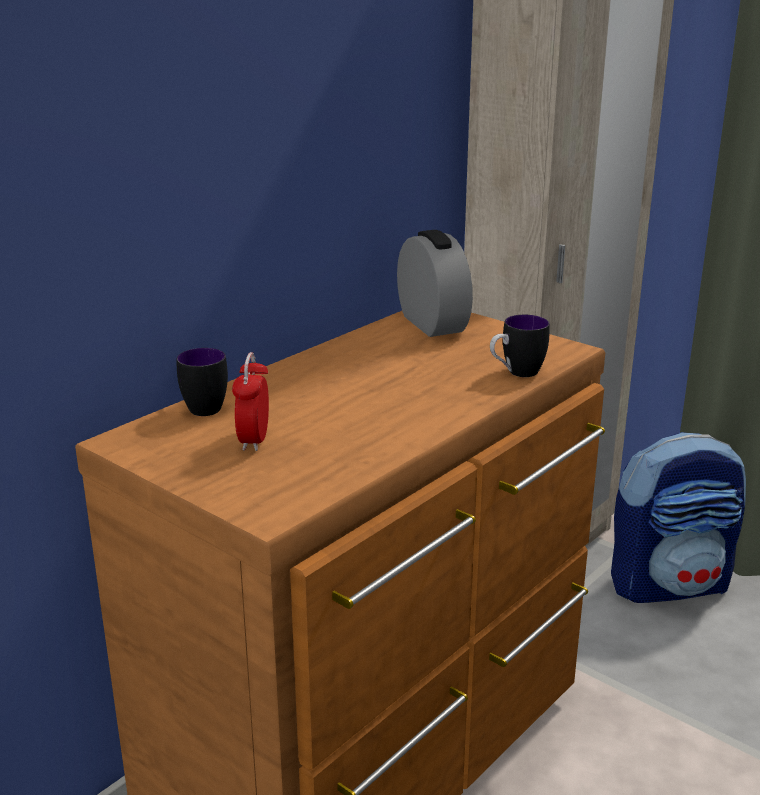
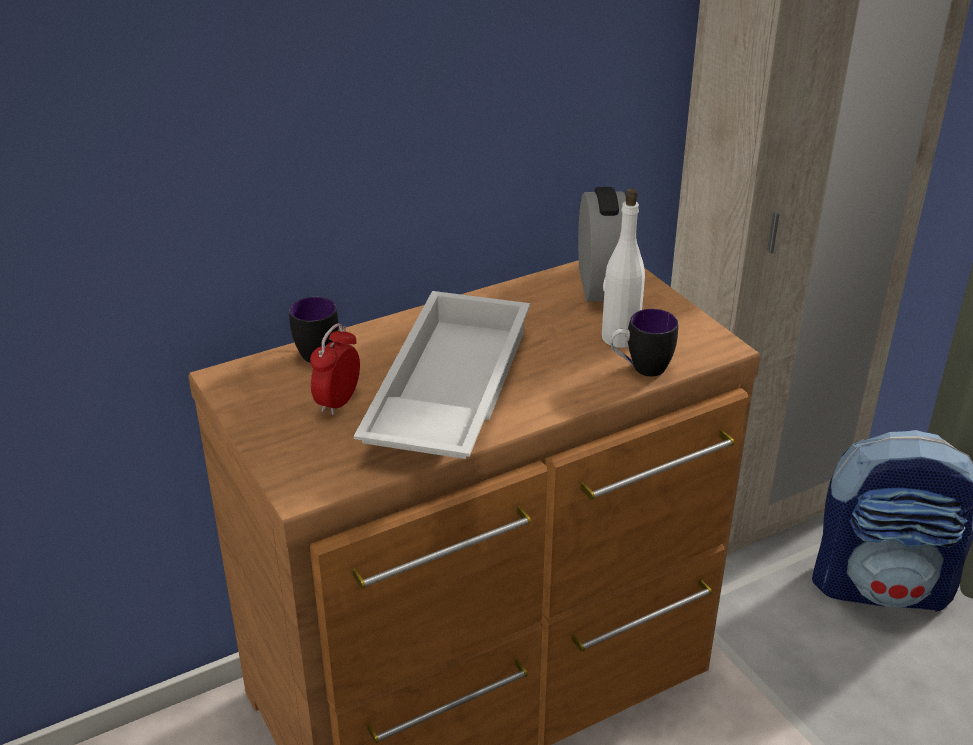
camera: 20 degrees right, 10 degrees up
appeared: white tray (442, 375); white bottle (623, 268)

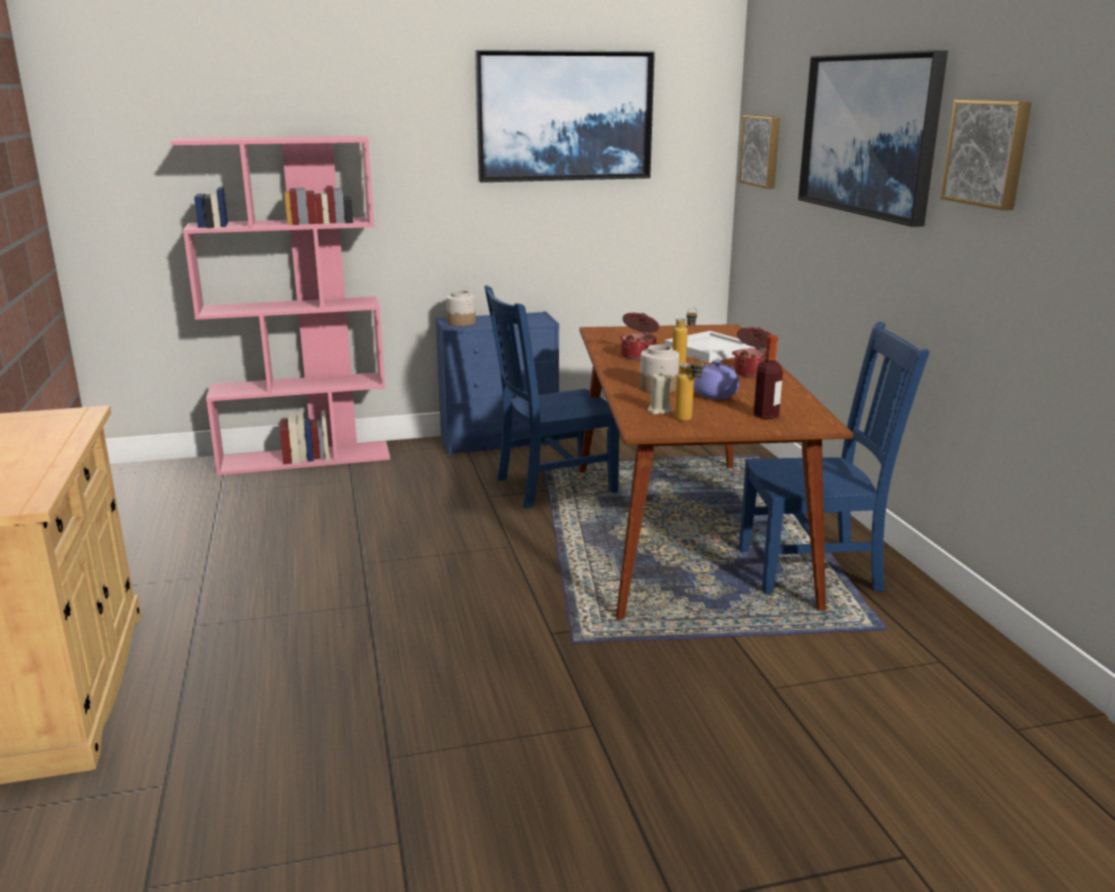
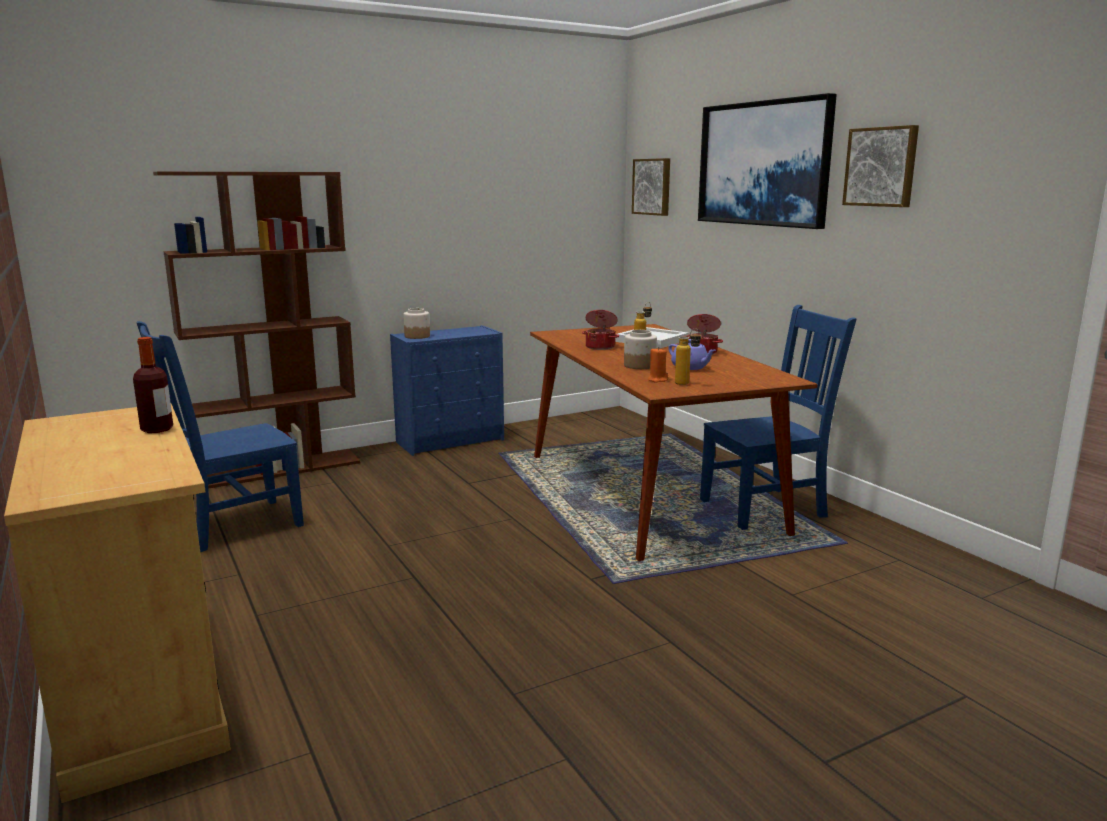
camera: 15 degrees left, 5 degrees down
missing: picture (565, 116)
relocated: blue chair (551, 397) to (220, 436); bottle (768, 377) to (153, 385)
colour: pink bookcase (280, 305) to brown bookcase (256, 330); beige candle (659, 394) to orange candle (658, 365)

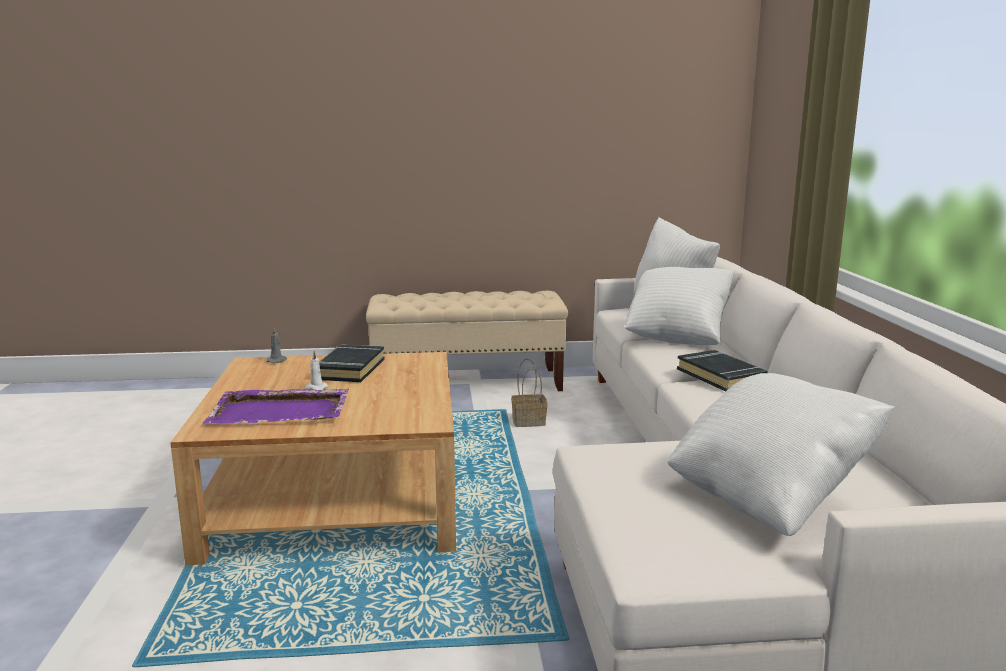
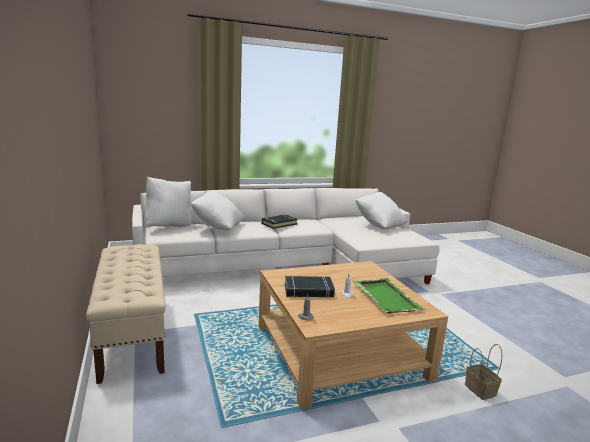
camera: 105 degrees left, 0 degrees up
relocated: basket (529, 392) to (483, 372)
colour: purple tray (276, 406) to green tray (389, 295)

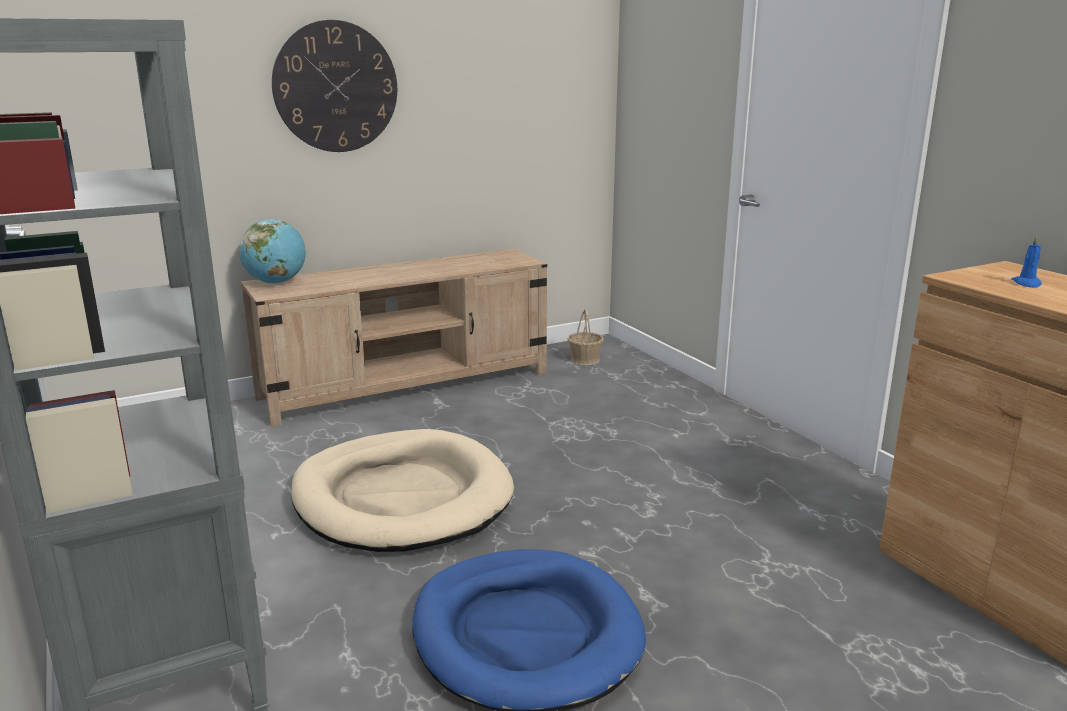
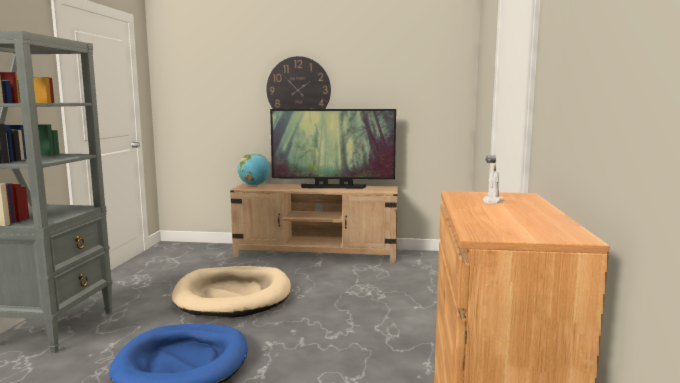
camera: 35 degrees right, 10 degrees down
missing: basket (585, 337)
appeared: television (333, 148)
colour: blue candle (1027, 261) to white candle (493, 183)

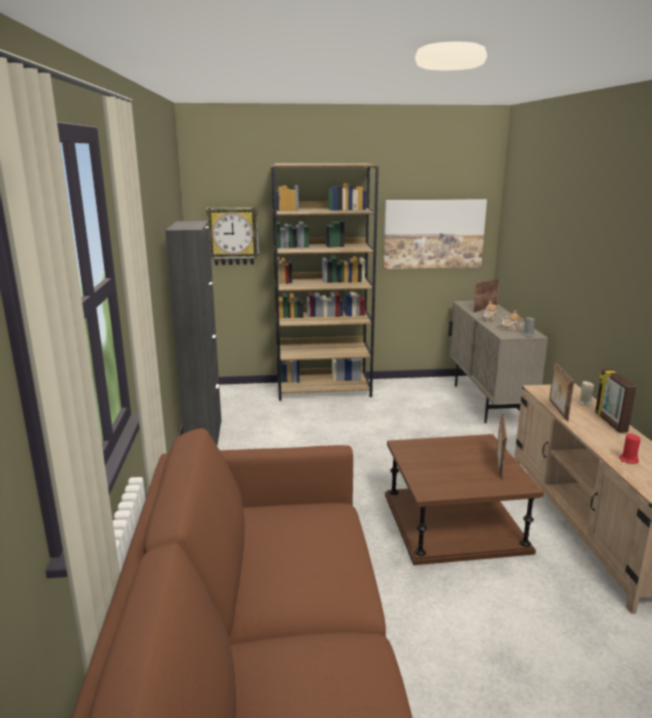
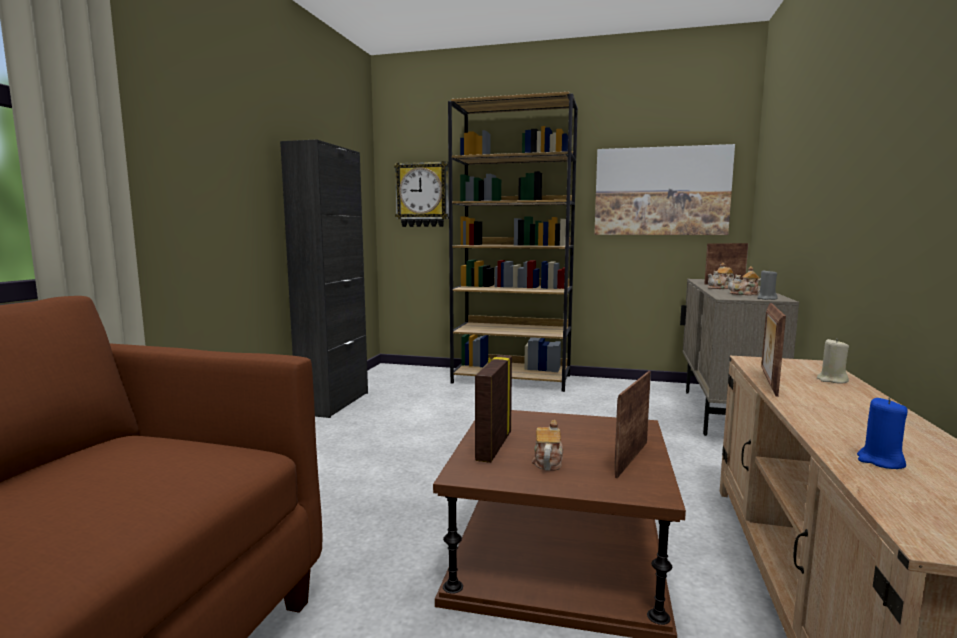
camera: 20 degrees right, 10 degrees down
appeared: teapot (547, 445)
relocated: picture frame (615, 401) to (493, 409)
colour: red candle (630, 448) to blue candle (882, 433)

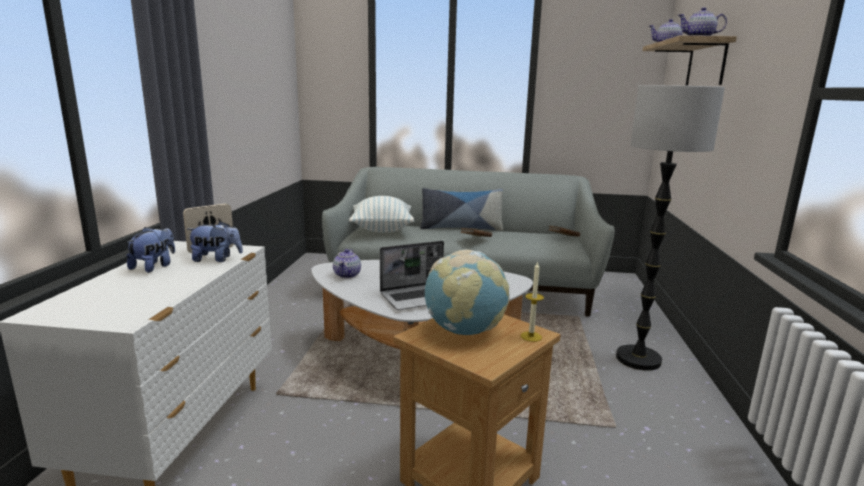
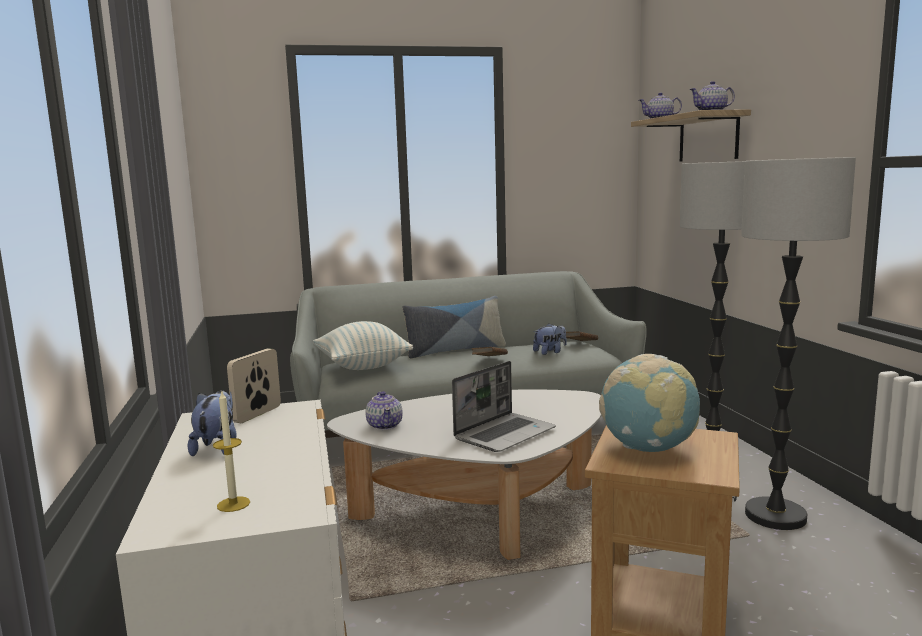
camera: 20 degrees left, 5 degrees down
appeared: floor lamp (798, 343)
relocated: plush toy (215, 241) to (550, 339); candle (532, 302) to (231, 451)

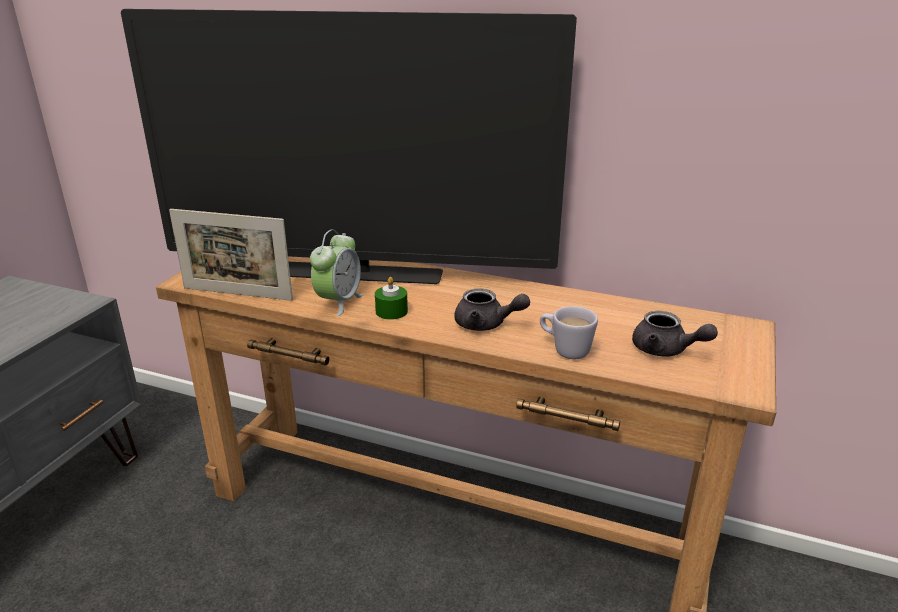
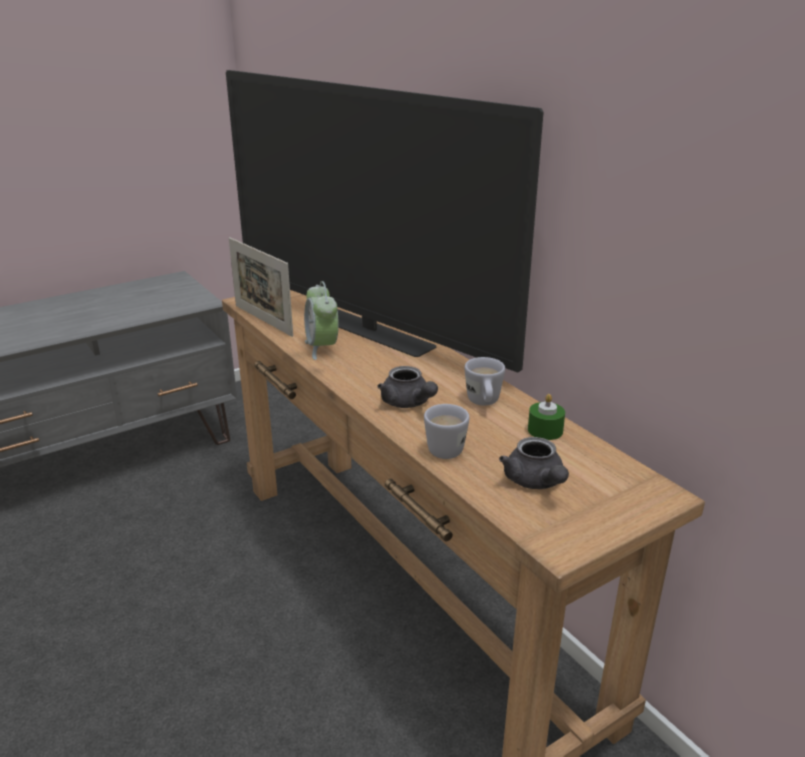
camera: 35 degrees right, 0 degrees up
appeared: white mug (485, 381)
relocated: green candle (391, 298) to (546, 417)
spun: alarm clock (337, 273) = (321, 320) 105 degrees clockwise

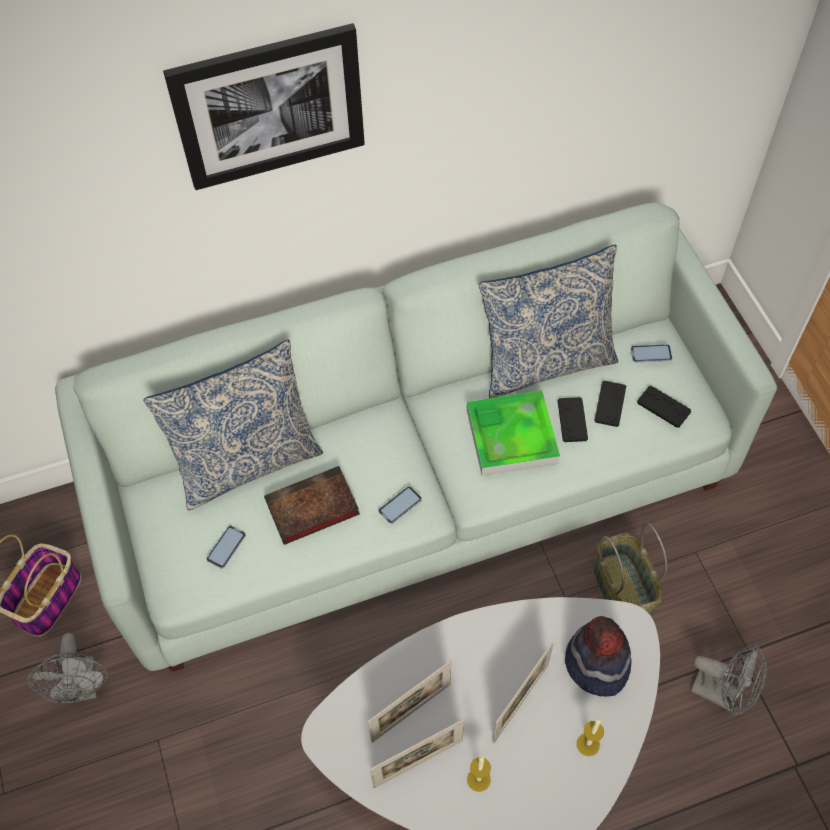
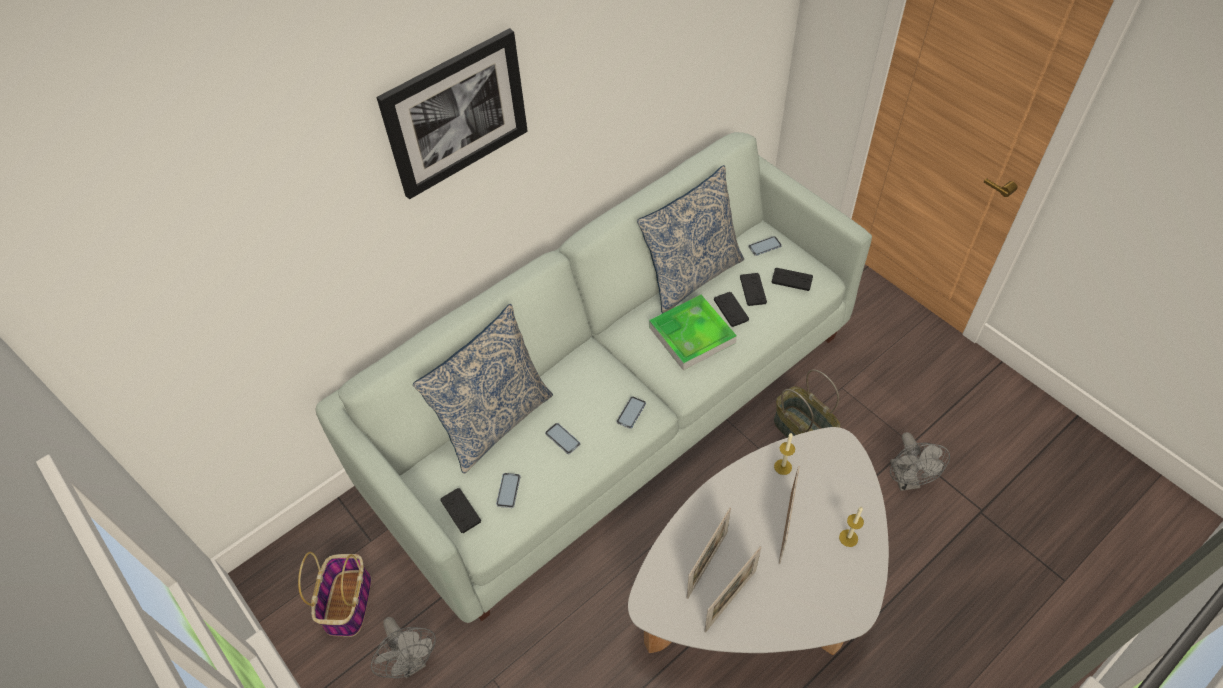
camera: 20 degrees left, 5 degrees down
missing: hat (598, 656)
appeared: black game controller (460, 510)
relocated: candle (479, 774) to (784, 454)
exchanged: book (312, 505) to phone (562, 438)
spun: grey fan (729, 680) = (920, 461) 75 degrees clockwise

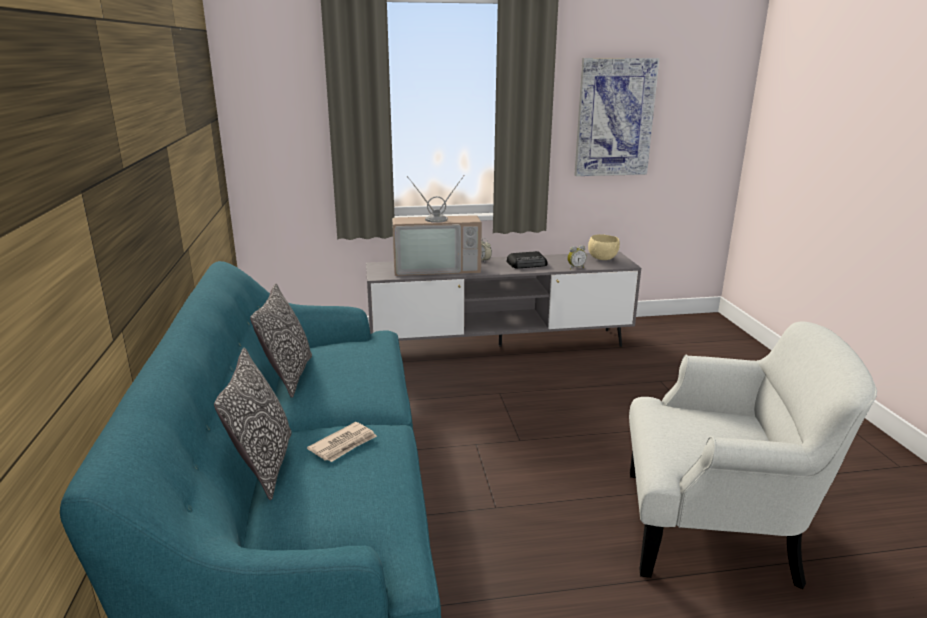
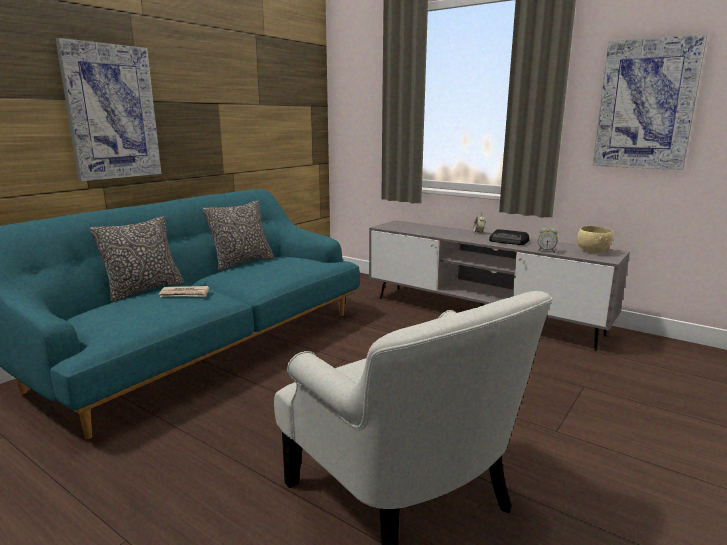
camera: 45 degrees right, 5 degrees down
missing: television (437, 225)
appeared: picture (108, 110)

